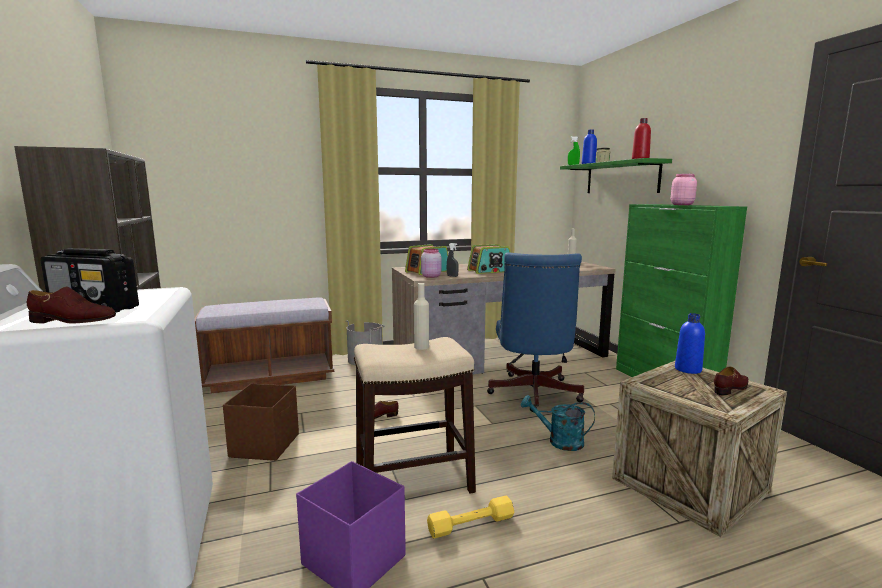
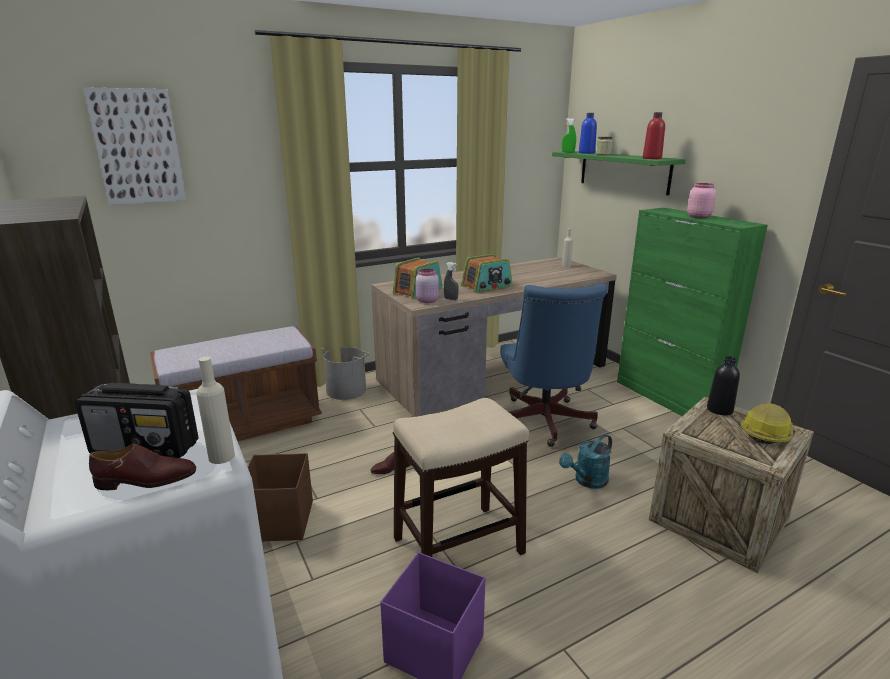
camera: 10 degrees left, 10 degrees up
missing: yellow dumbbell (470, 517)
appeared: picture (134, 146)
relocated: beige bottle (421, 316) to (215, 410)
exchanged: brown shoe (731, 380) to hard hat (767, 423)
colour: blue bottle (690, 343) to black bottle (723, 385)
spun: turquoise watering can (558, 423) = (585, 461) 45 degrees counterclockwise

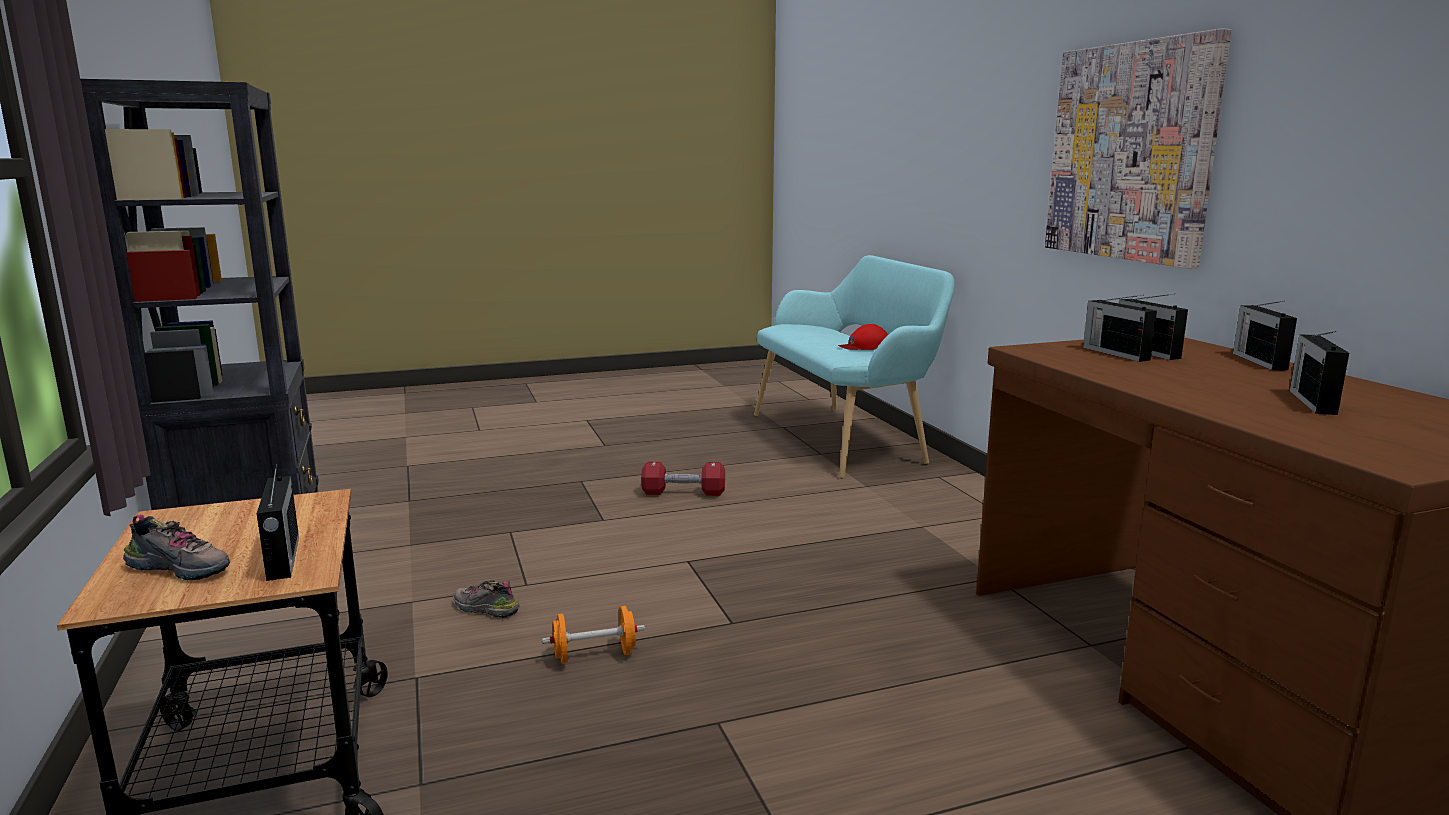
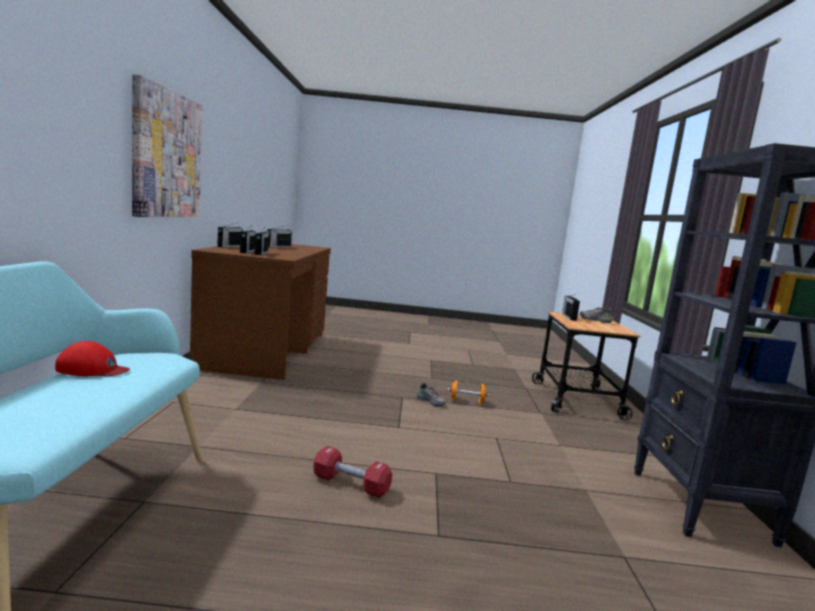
camera: 160 degrees left, 5 degrees down
relocated: shoe (487, 599) to (431, 394)

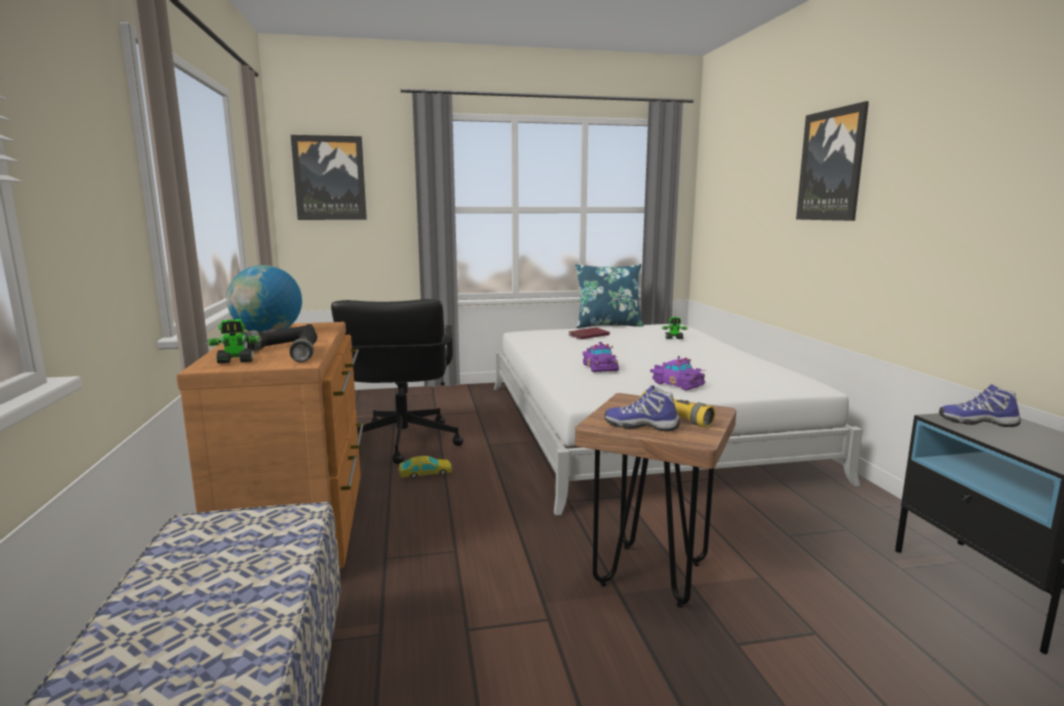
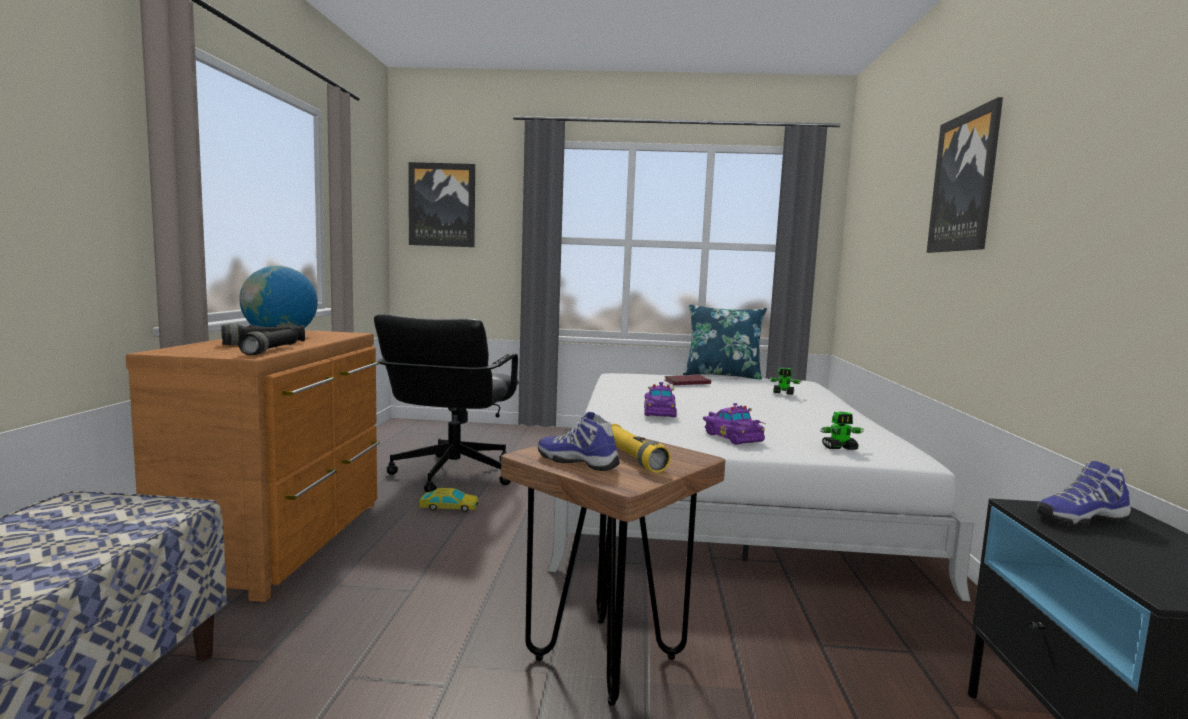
camera: 15 degrees right, 5 degrees down
relocated: toy robot (233, 341) to (841, 431)
spun: shoe (980, 405) = (1084, 493) 45 degrees counterclockwise

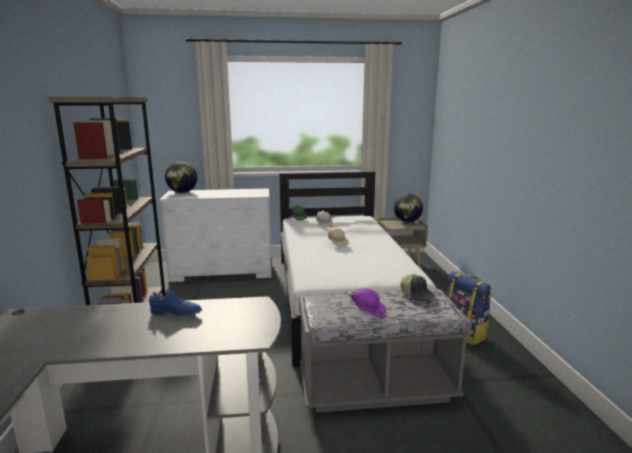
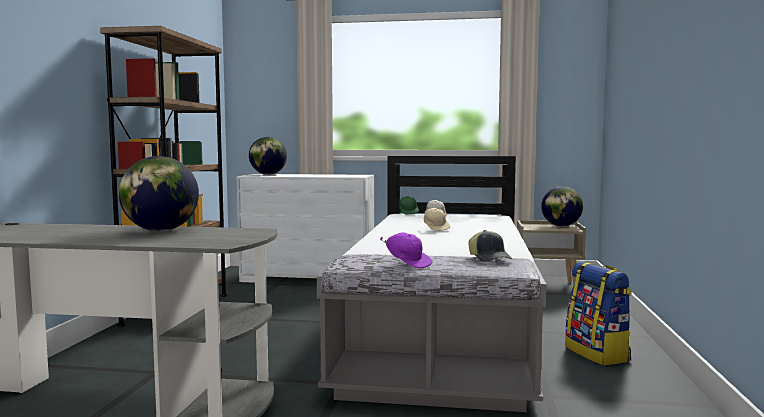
camera: 15 degrees right, 10 degrees down
exchanged: blue shoe (175, 302) to globe (159, 193)

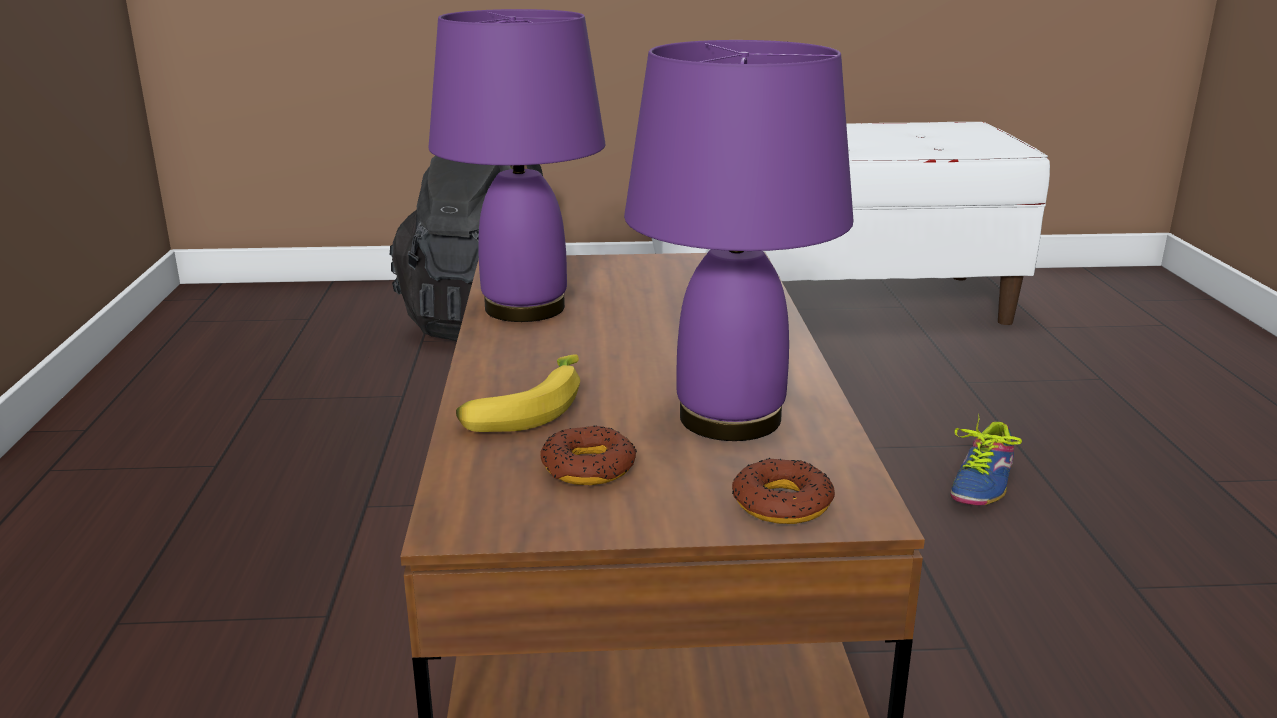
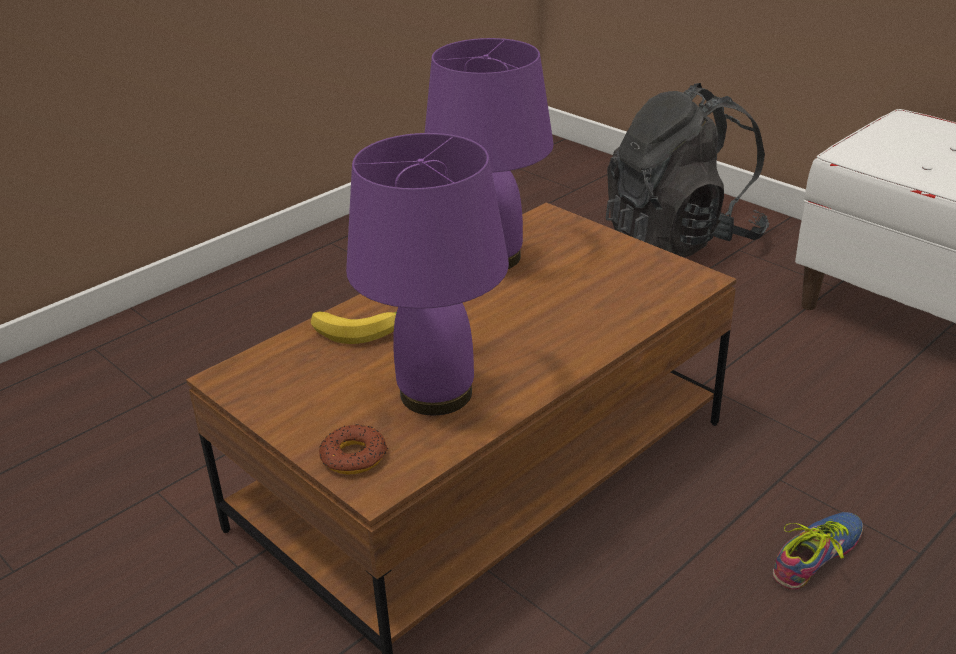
camera: 50 degrees right, 10 degrees up
missing: donut (588, 455)
spun: shoe (986, 460) = (818, 551) 150 degrees clockwise

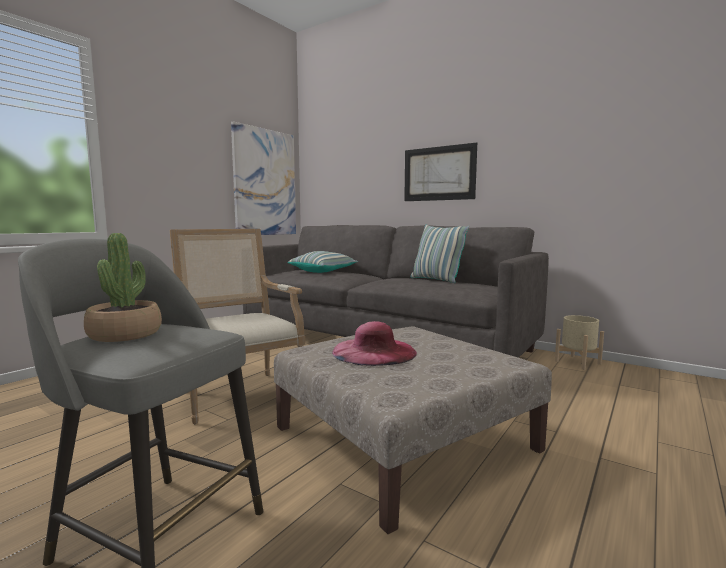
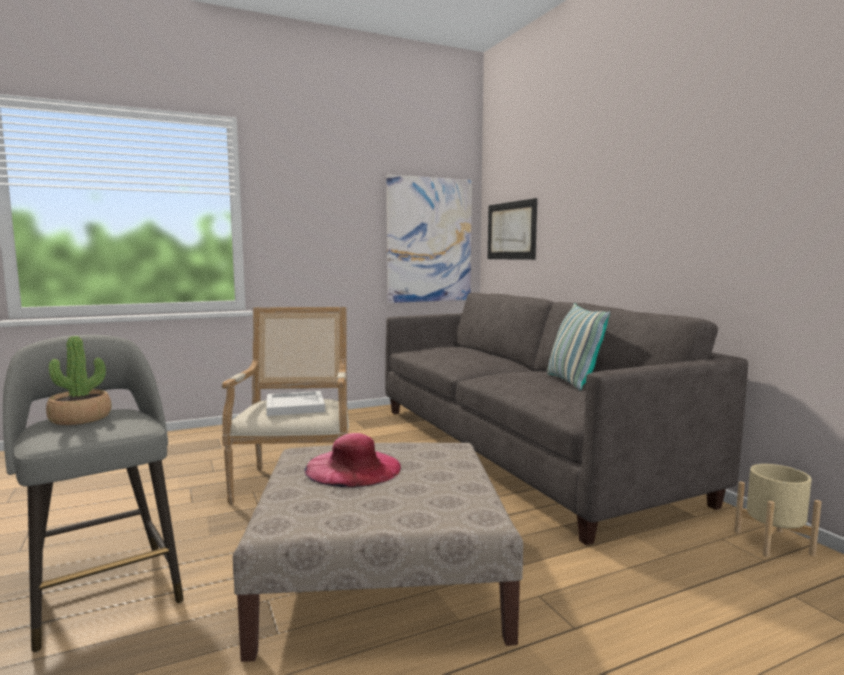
camera: 30 degrees right, 0 degrees up
missing: pillow (322, 262)
appeared: white tray (295, 403)
relocated: picture (440, 172) to (512, 229)

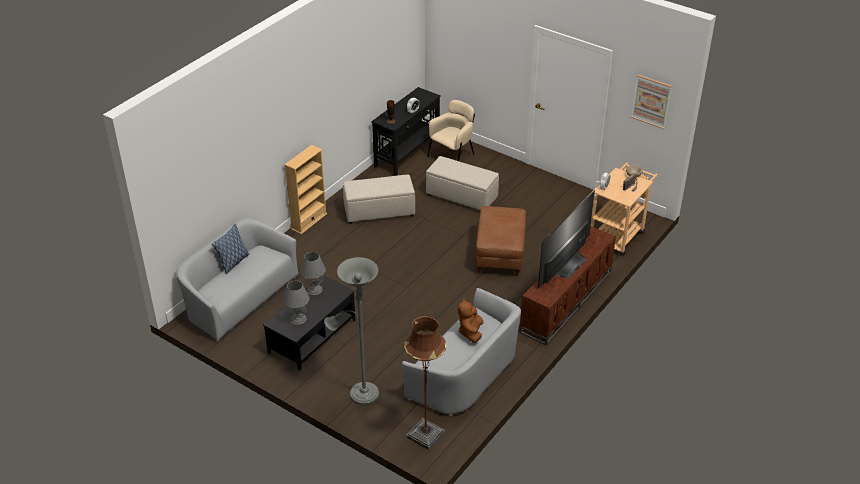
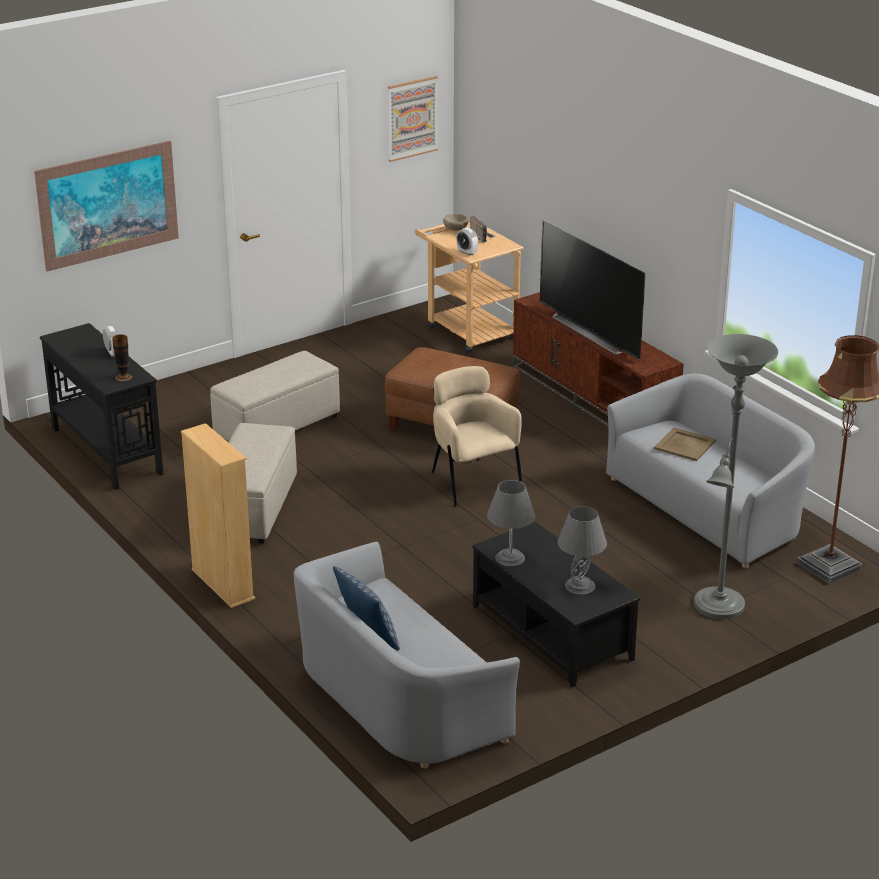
camera: 70 degrees left, 10 degrees down
appeared: picture (106, 206)
relocated: beige armchair (451, 130) to (477, 436)
exchanged: brown plush toy (470, 320) to beige tray (685, 444)

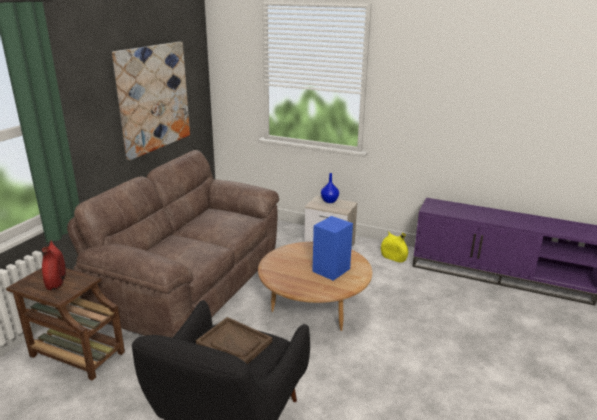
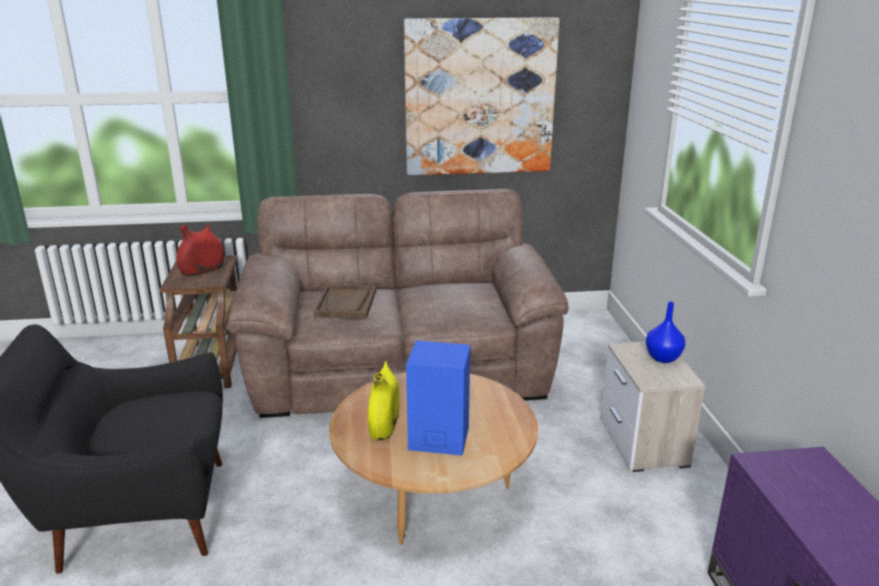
camera: 60 degrees right, 0 degrees up
relocated: brown tray (234, 340) to (345, 301); yellow vase (394, 247) to (383, 400)

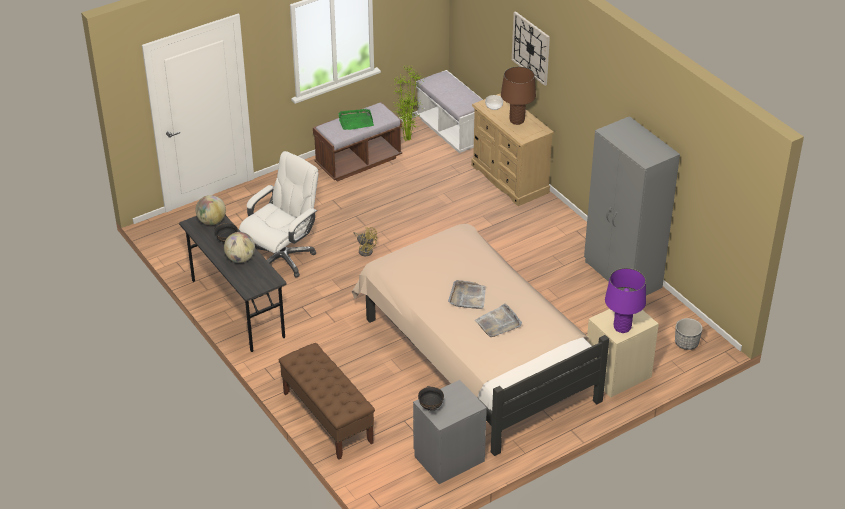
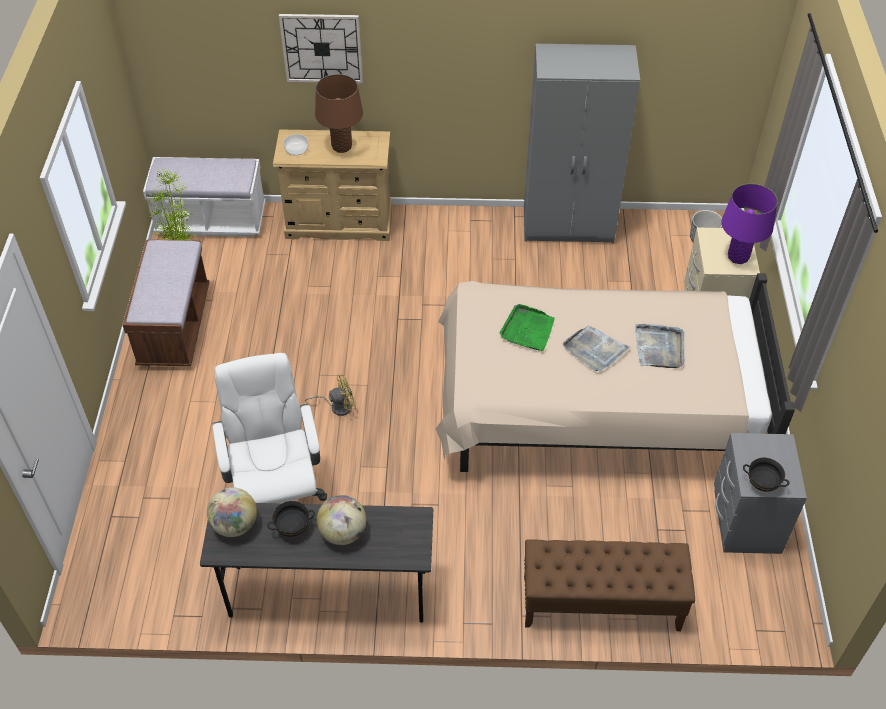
camera: 55 degrees left, 10 degrees up
relocated: green tray (356, 119) to (527, 327)

